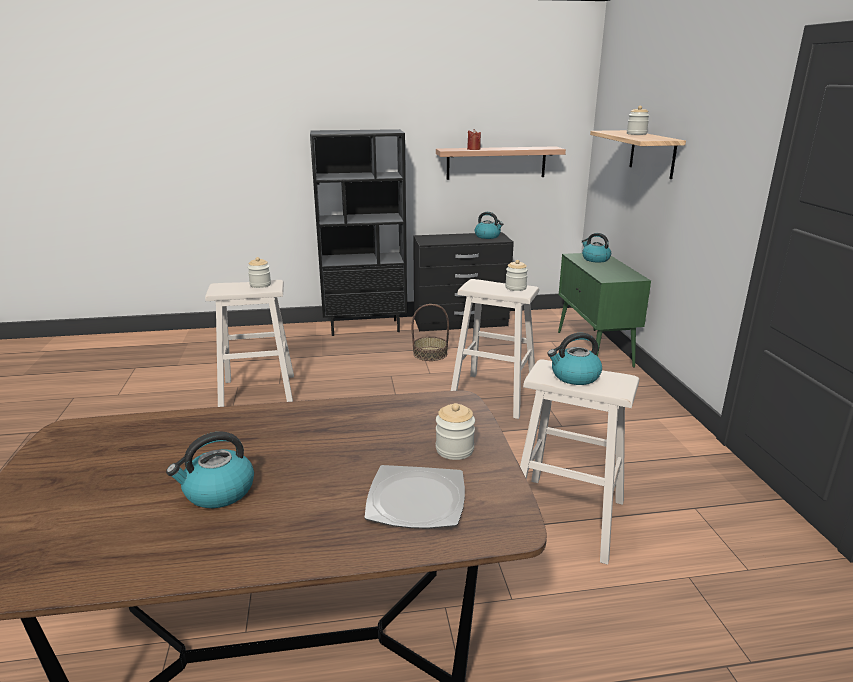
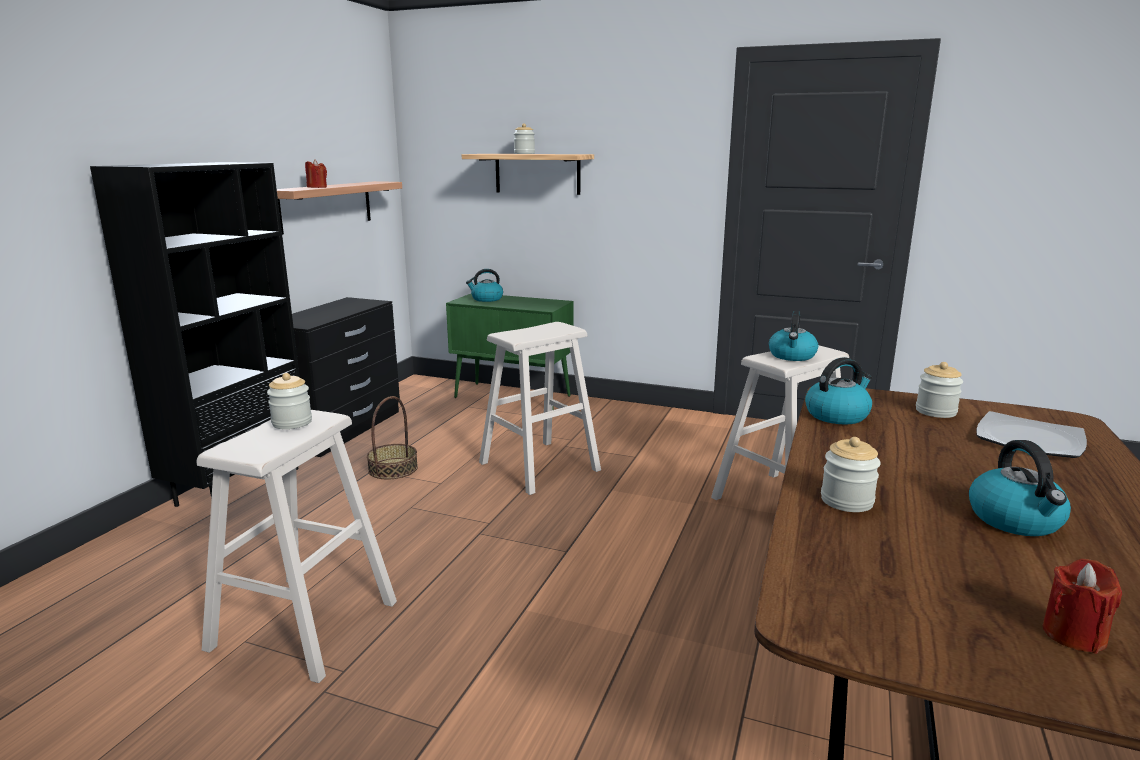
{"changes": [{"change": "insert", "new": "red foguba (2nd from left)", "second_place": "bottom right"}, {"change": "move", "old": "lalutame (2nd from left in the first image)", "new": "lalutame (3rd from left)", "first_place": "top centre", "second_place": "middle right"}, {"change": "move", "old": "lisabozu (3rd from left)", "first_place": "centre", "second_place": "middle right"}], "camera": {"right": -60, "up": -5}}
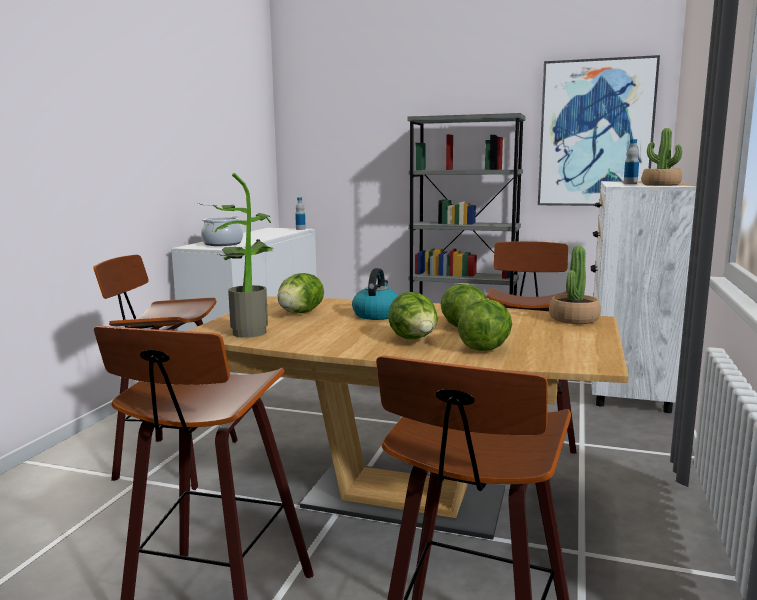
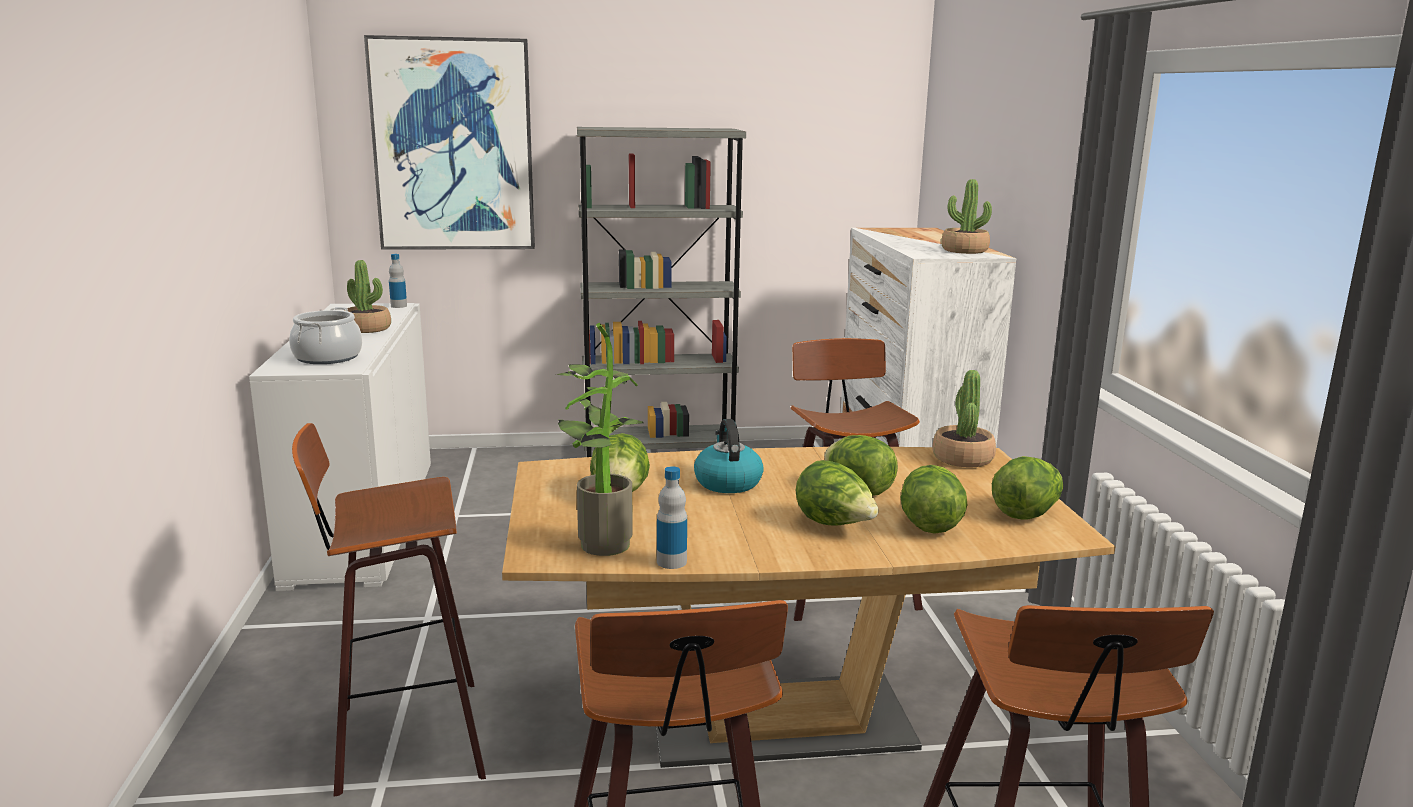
{"changes": [{"change": "insert", "new": "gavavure (1st from left)", "second_place": "middle left"}, {"change": "insert", "new": "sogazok (5th from left)", "second_place": "middle right"}, {"change": "move", "old": "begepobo", "first_place": "top right", "second_place": "top left"}, {"change": "move", "old": "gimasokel (2nd from left)", "first_place": "top right", "second_place": "centre"}], "camera": {"right": -25, "up": 5}}
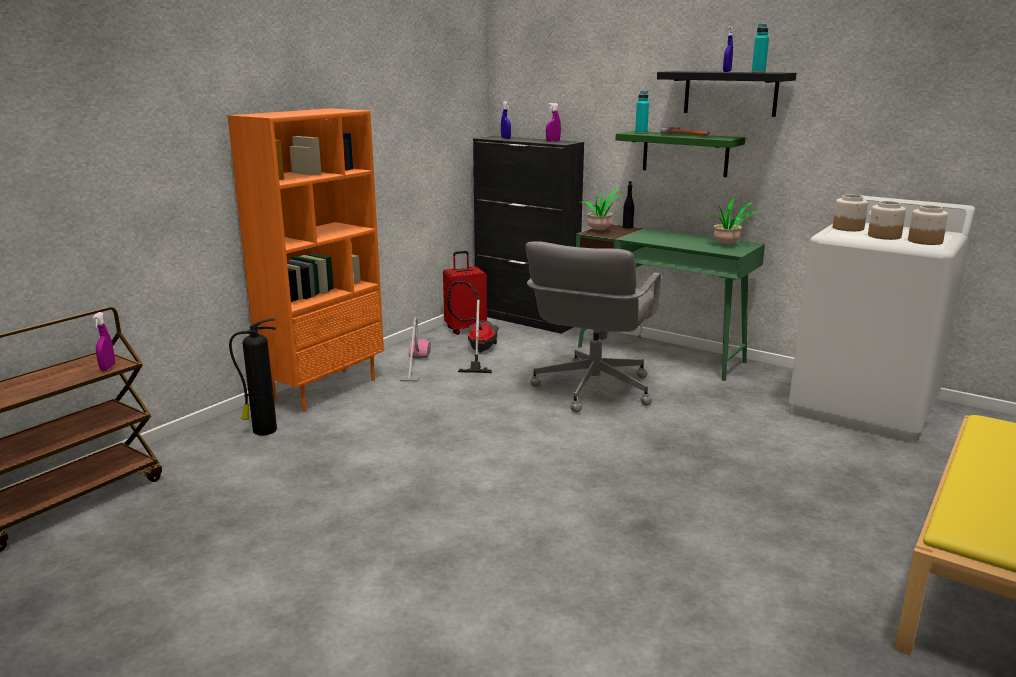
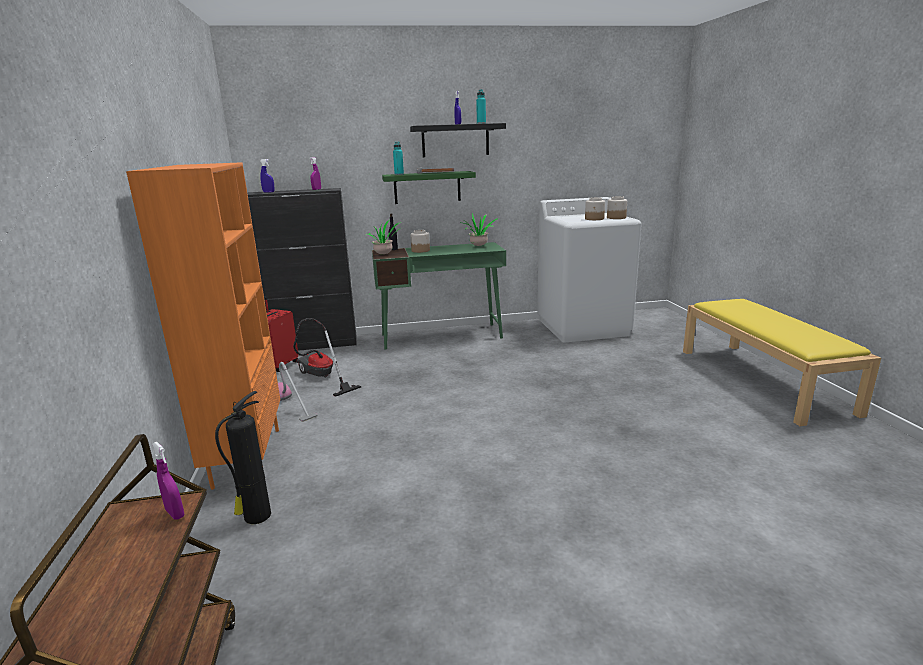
{"changes": [{"change": "delete", "old": "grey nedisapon", "first_place": "centre"}, {"change": "move", "old": "lisabozu (1st from left)", "first_place": "top right", "second_place": "centre"}], "camera": {"right": -45, "up": 0}}
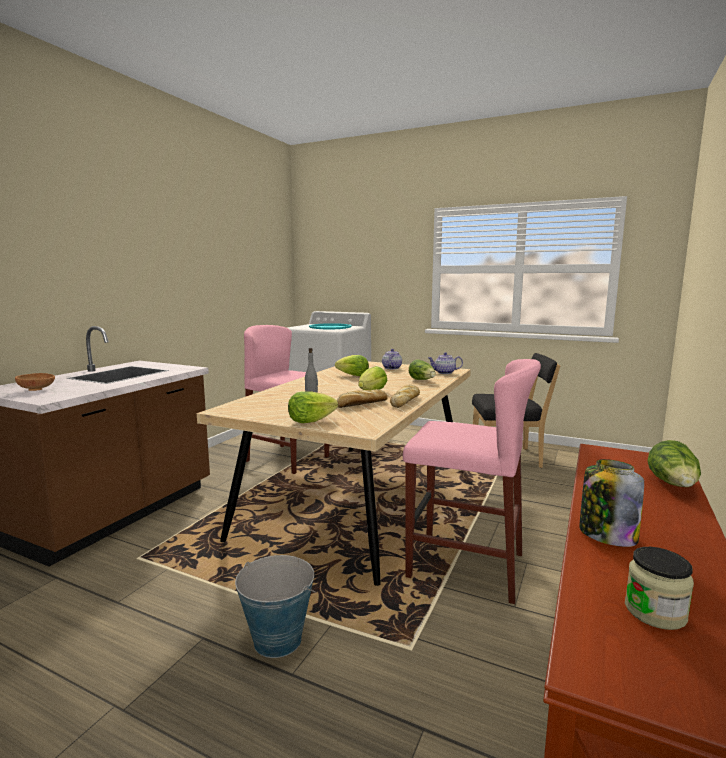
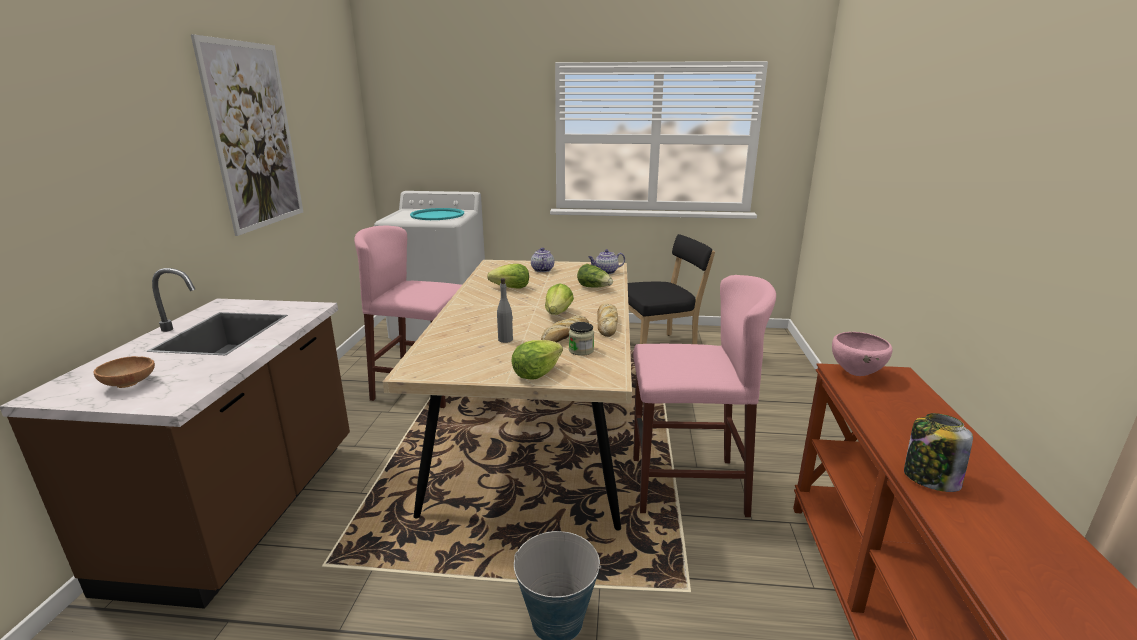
{"changes": [{"change": "delete", "old": "sogazok (5th from left)", "first_place": "middle right"}, {"change": "insert", "new": "begepobo", "second_place": "top left"}, {"change": "insert", "new": "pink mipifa", "second_place": "middle right"}, {"change": "move", "old": "lisabozu (2nd from left in the first image)", "new": "lisabozu (1st from left)", "first_place": "bottom right", "second_place": "centre"}], "camera": {"right": -20, "up": 10}}
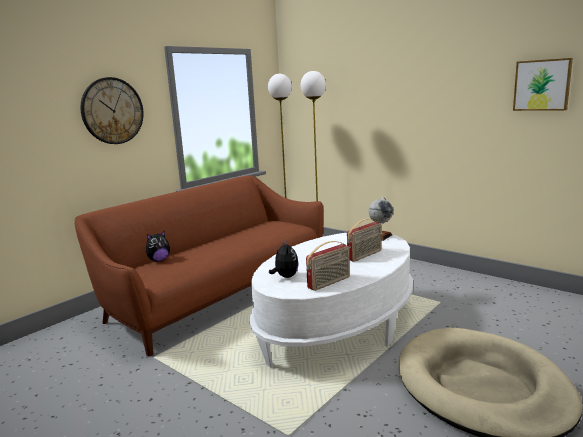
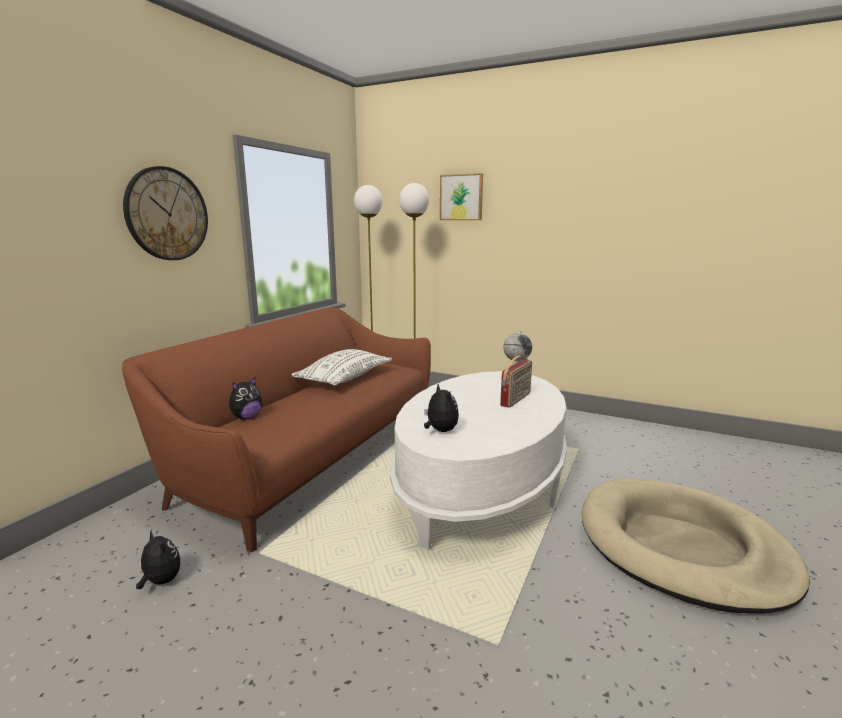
{"changes": [{"change": "delete", "old": "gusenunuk (1st from left)", "first_place": "centre"}, {"change": "insert", "new": "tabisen (1st from left)", "second_place": "bottom left"}, {"change": "insert", "new": "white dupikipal", "second_place": "centre"}, {"change": "move", "old": "begepobo", "first_place": "top right", "second_place": "top centre"}], "camera": {"right": -15, "up": 0}}
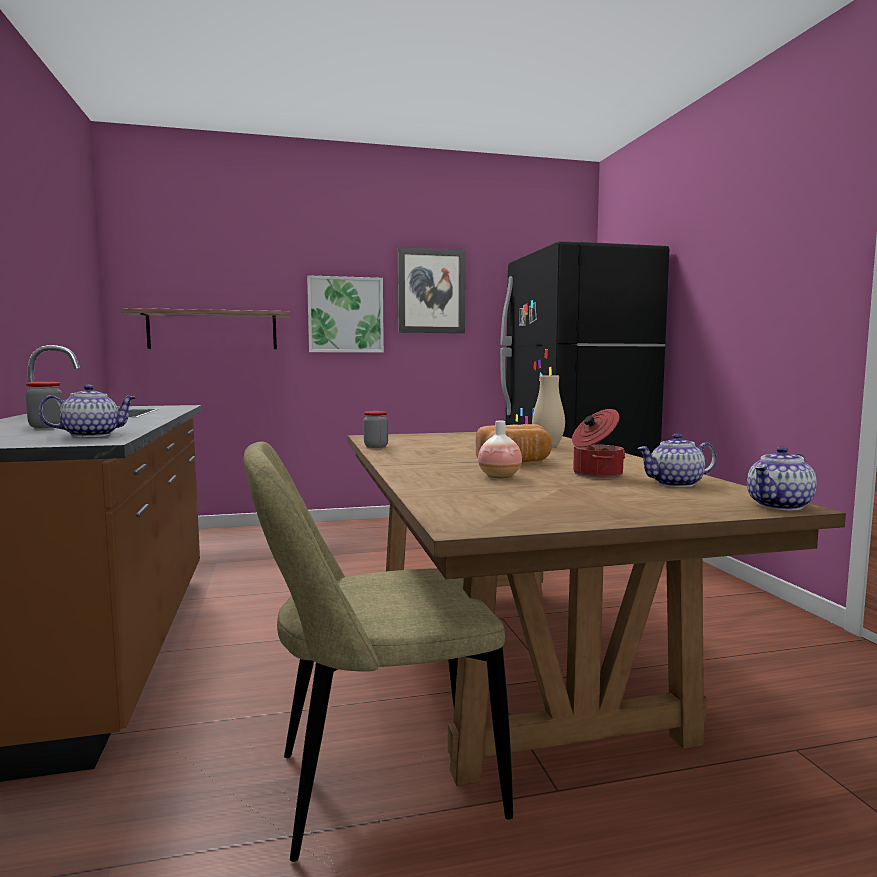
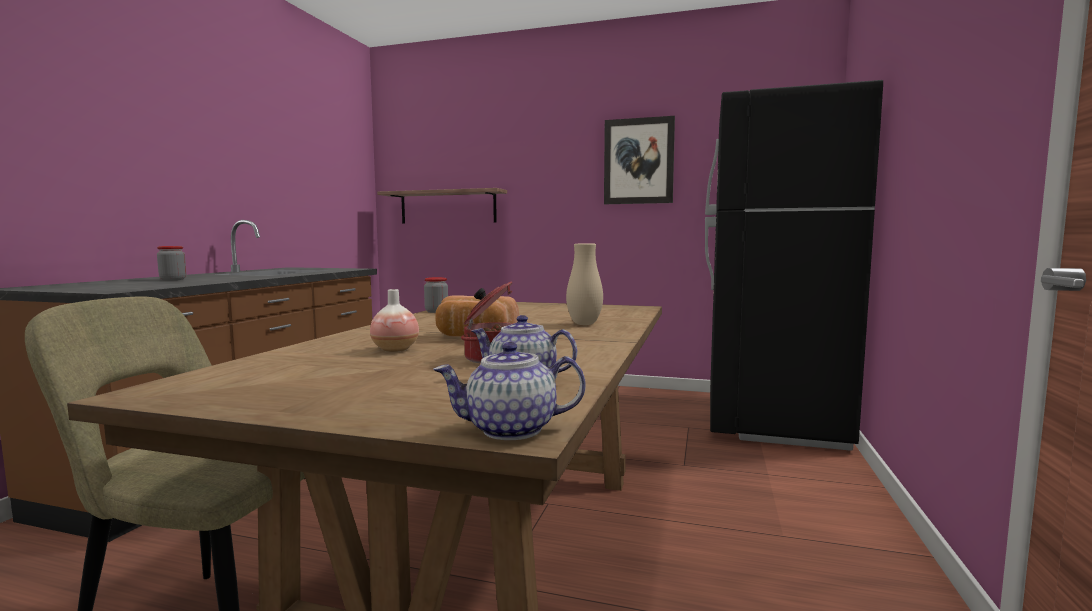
{"changes": [{"change": "delete", "old": "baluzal (1st from left)", "first_place": "middle left"}, {"change": "delete", "old": "begepobo (1st from left)", "first_place": "centre"}], "camera": {"right": 30, "up": 0}}
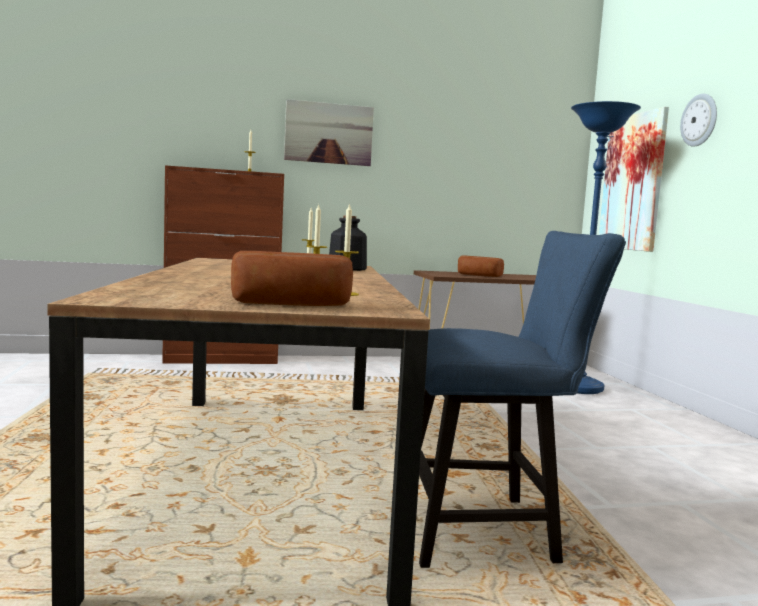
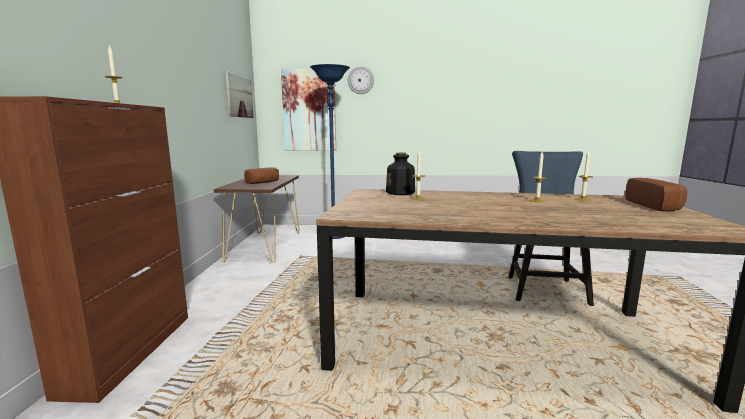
{"changes": [{"change": "move", "old": "begepobo (1st from left)", "first_place": "top centre", "second_place": "top left"}], "camera": {"right": -75, "up": 5}}
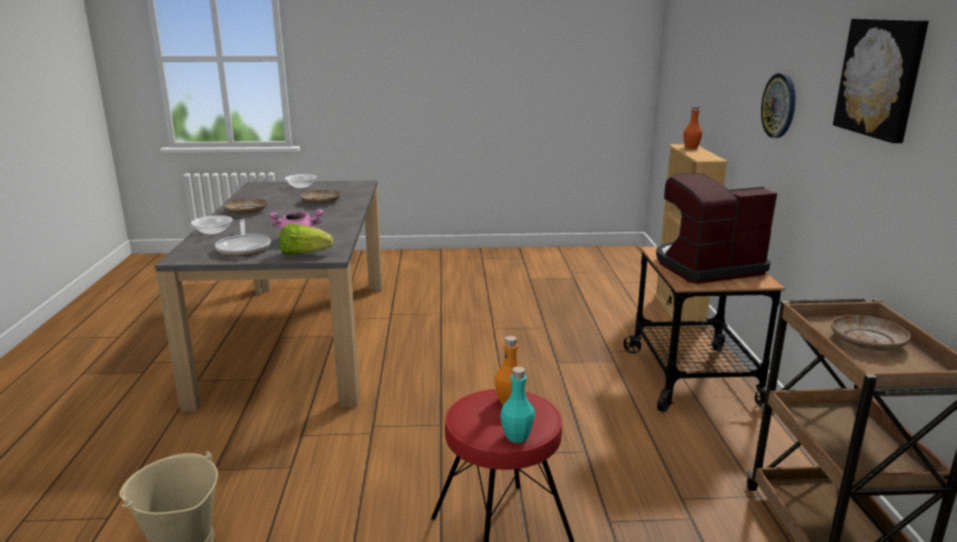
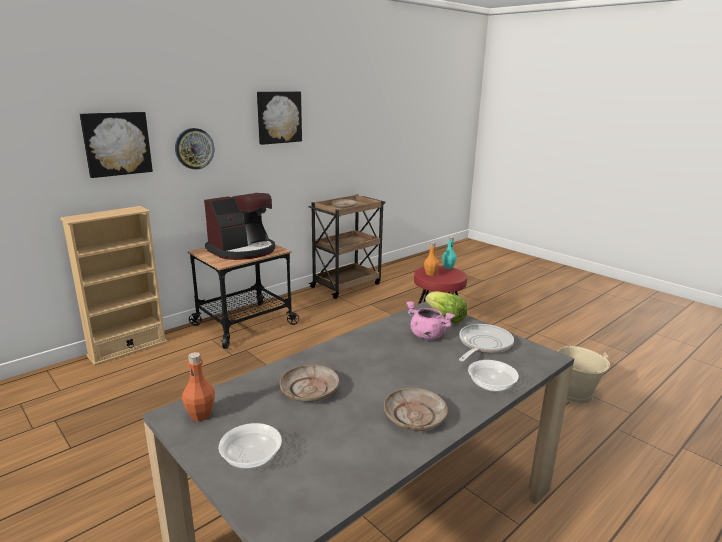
{"changes": [{"change": "insert", "new": "begepobo (1st from left)", "second_place": "top left"}, {"change": "move", "old": "orange gimasokel (2nd from left in the first image)", "new": "orange gimasokel (1st from left)", "first_place": "top right", "second_place": "bottom left"}, {"change": "rotate", "old": "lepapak", "first_place": "middle right", "second_place": "middle left", "degrees": -75}], "camera": {"right": -130, "up": 0}}
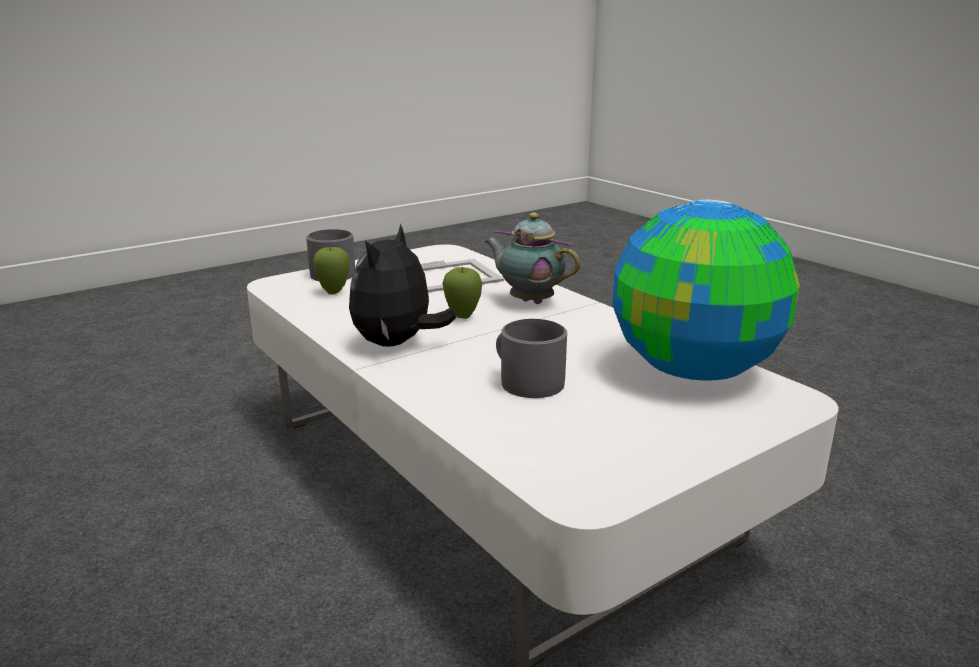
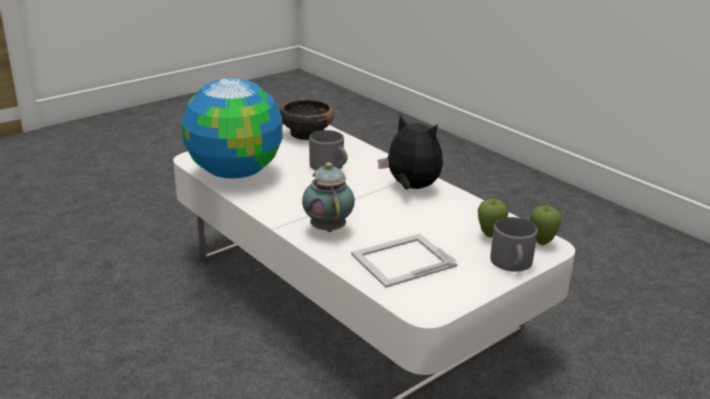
{"changes": [{"change": "insert", "new": "mipifa", "second_place": "top centre"}, {"change": "move", "old": "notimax (2nd from left)", "first_place": "centre", "second_place": "middle right"}, {"change": "rotate", "old": "tabisen", "first_place": "centre", "second_place": "centre", "degrees": -75}, {"change": "rotate", "old": "baluzal", "first_place": "centre", "second_place": "centre", "degrees": -135}], "camera": {"right": 175, "up": 5}}
